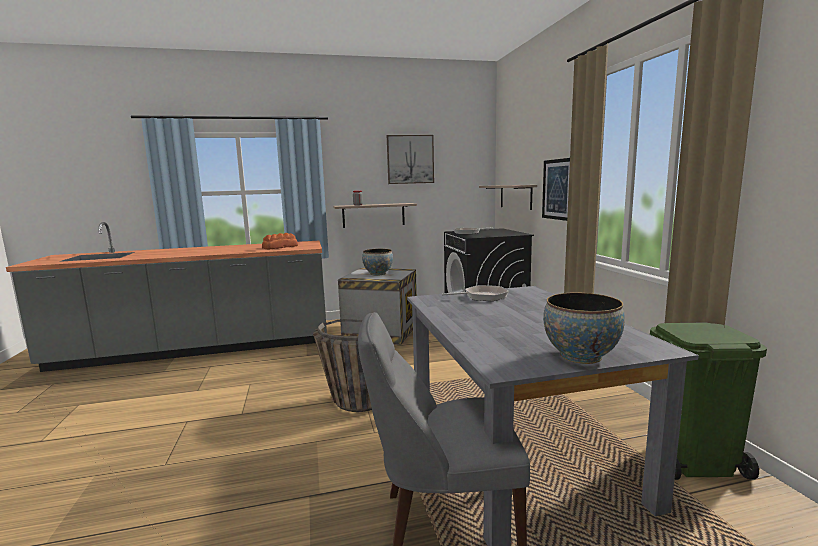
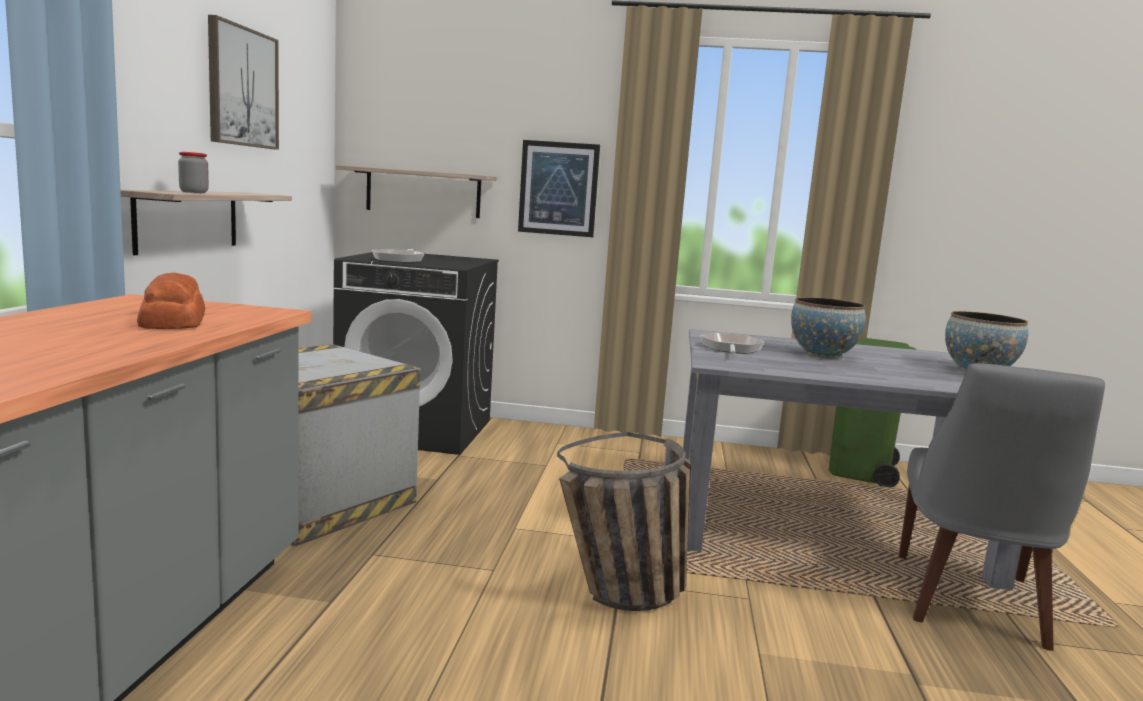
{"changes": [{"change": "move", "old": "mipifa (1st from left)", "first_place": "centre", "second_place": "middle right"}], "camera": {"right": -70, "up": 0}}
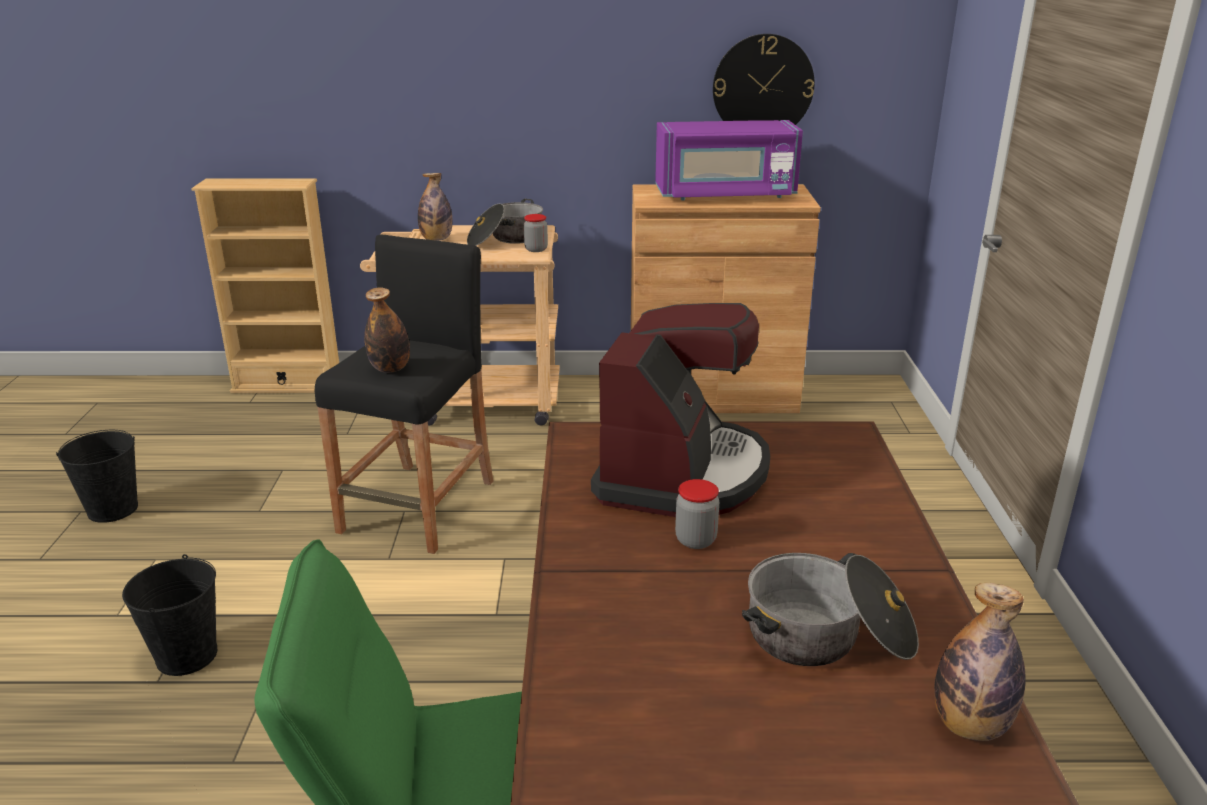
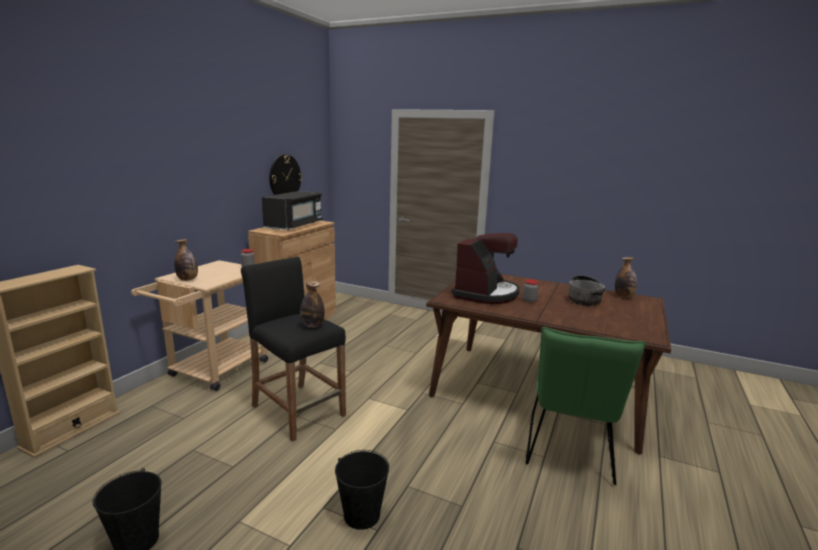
{"changes": [{"change": "delete", "old": "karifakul (1st from left)", "first_place": "top centre"}, {"change": "recolor", "old": "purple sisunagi", "new": "black sisunagi", "first_place": "top centre", "second_place": "centre"}, {"change": "rotate", "old": "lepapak", "first_place": "centre", "second_place": "centre", "degrees": 75}], "camera": {"right": -65, "up": -10}}
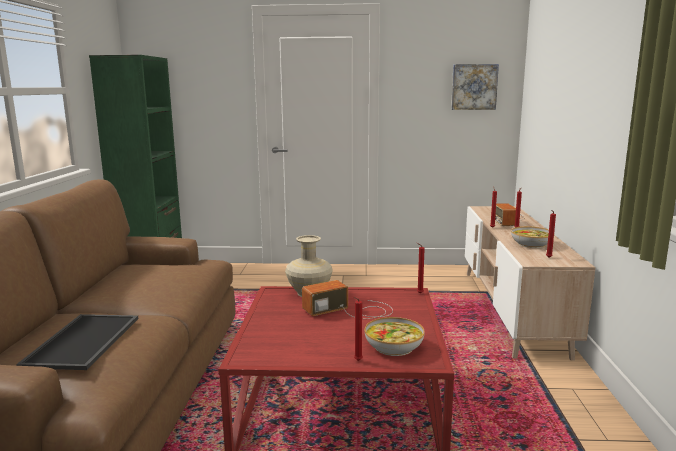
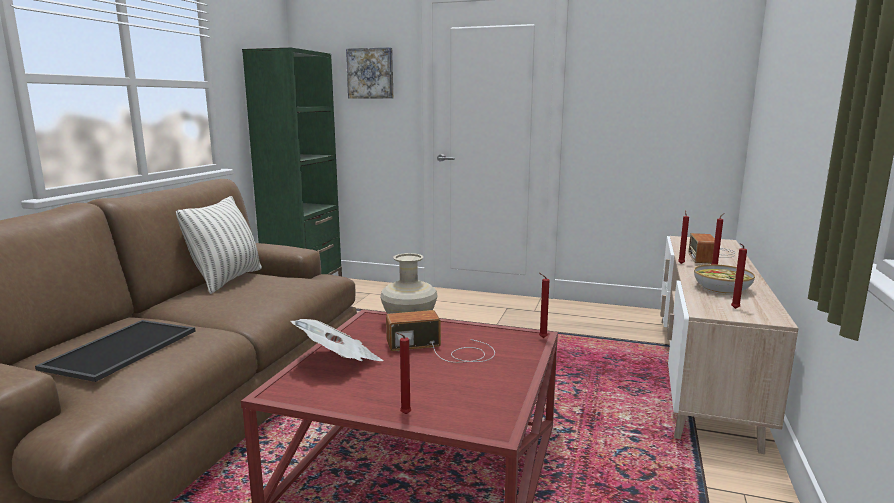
{"changes": [{"change": "delete", "old": "mipifa (1st from left)", "first_place": "bottom centre"}, {"change": "insert", "new": "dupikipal", "second_place": "middle left"}, {"change": "insert", "new": "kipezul", "second_place": "bottom centre"}, {"change": "move", "old": "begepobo", "first_place": "top right", "second_place": "top centre"}], "camera": {"right": 15, "up": 0}}
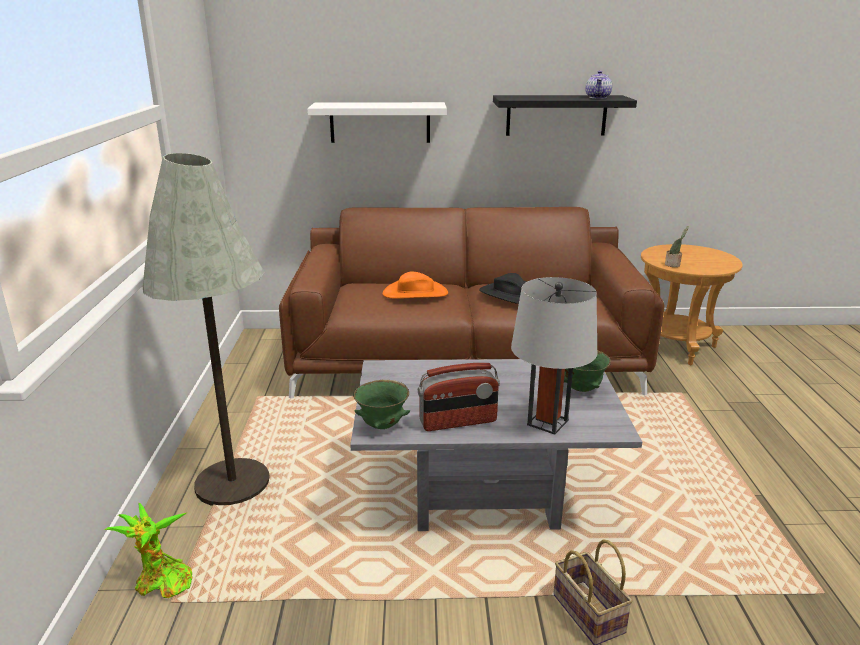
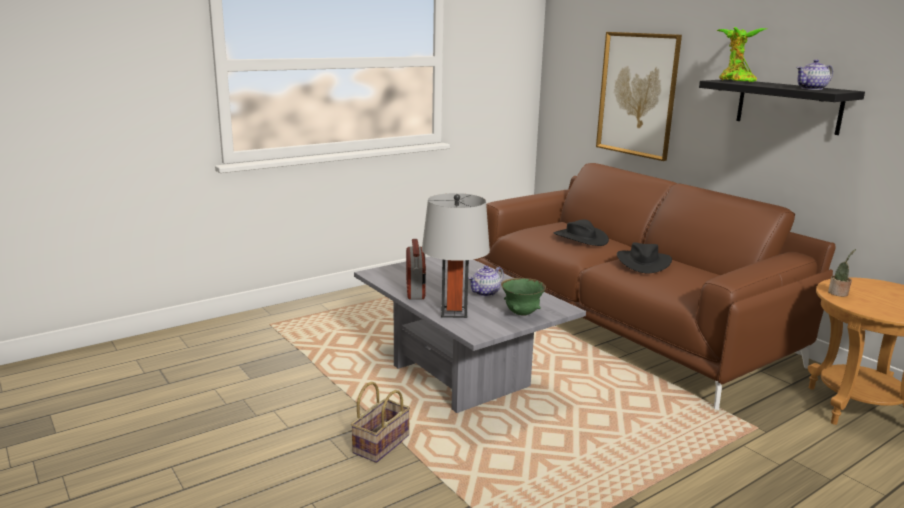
{"changes": [{"change": "delete", "old": "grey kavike", "first_place": "middle left"}, {"change": "delete", "old": "green mipifa (1st from left)", "first_place": "centre"}, {"change": "insert", "new": "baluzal (1st from left)", "second_place": "centre"}, {"change": "move", "old": "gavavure (1st from left)", "first_place": "bottom left", "second_place": "top right"}, {"change": "replace", "old": "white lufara", "new": "begepobo", "first_place": "top centre", "second_place": "top right"}, {"change": "recolor", "old": "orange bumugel", "new": "black bumugel (1st from left)", "first_place": "centre", "second_place": "centre"}, {"change": "rotate", "old": "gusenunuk", "first_place": "centre", "second_place": "centre", "degrees": -135}], "camera": {"right": 55, "up": -5}}
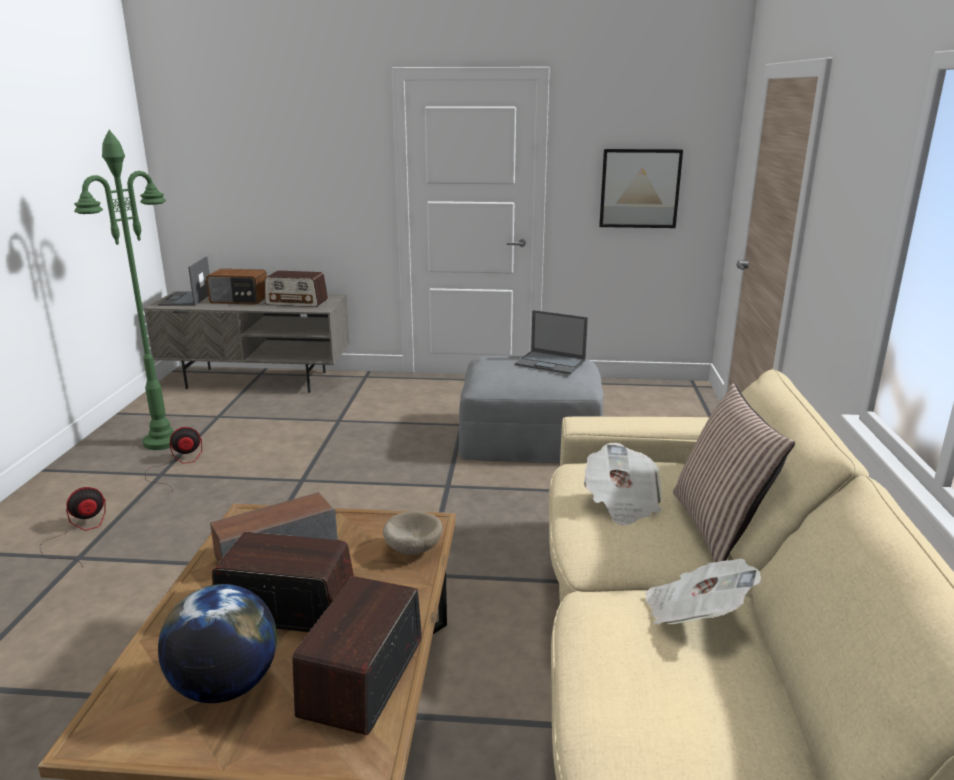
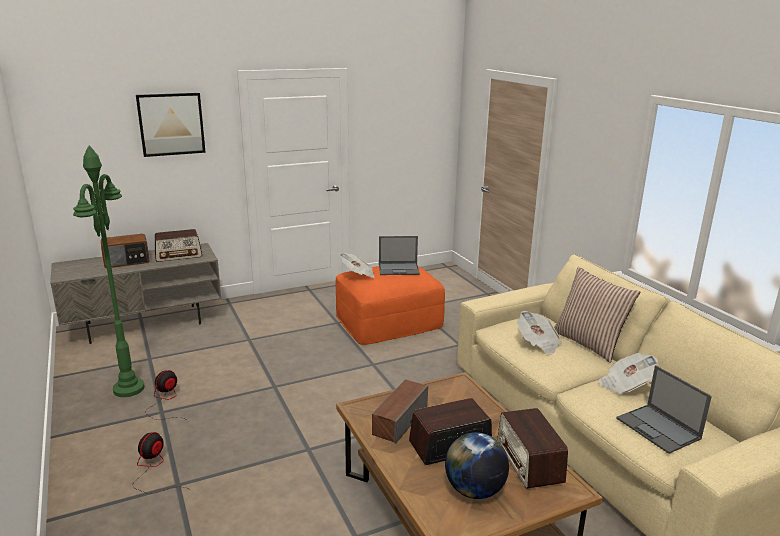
{"changes": [{"change": "delete", "old": "beige mipifa", "first_place": "bottom centre"}, {"change": "insert", "new": "kipezul (1st from left)", "second_place": "centre"}, {"change": "move", "old": "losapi (1st from left in the first image)", "new": "losapi (2nd from left)", "first_place": "middle left", "second_place": "bottom right"}, {"change": "move", "old": "begepobo", "first_place": "top right", "second_place": "top left"}, {"change": "recolor", "old": "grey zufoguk", "new": "orange zufoguk", "first_place": "centre", "second_place": "centre"}], "camera": {"right": -30, "up": 0}}
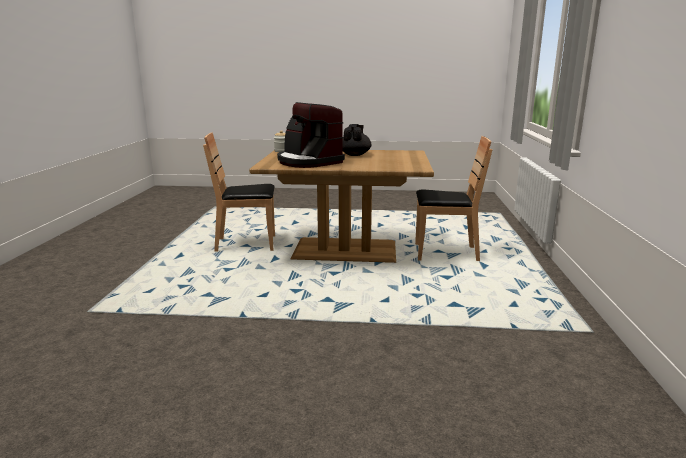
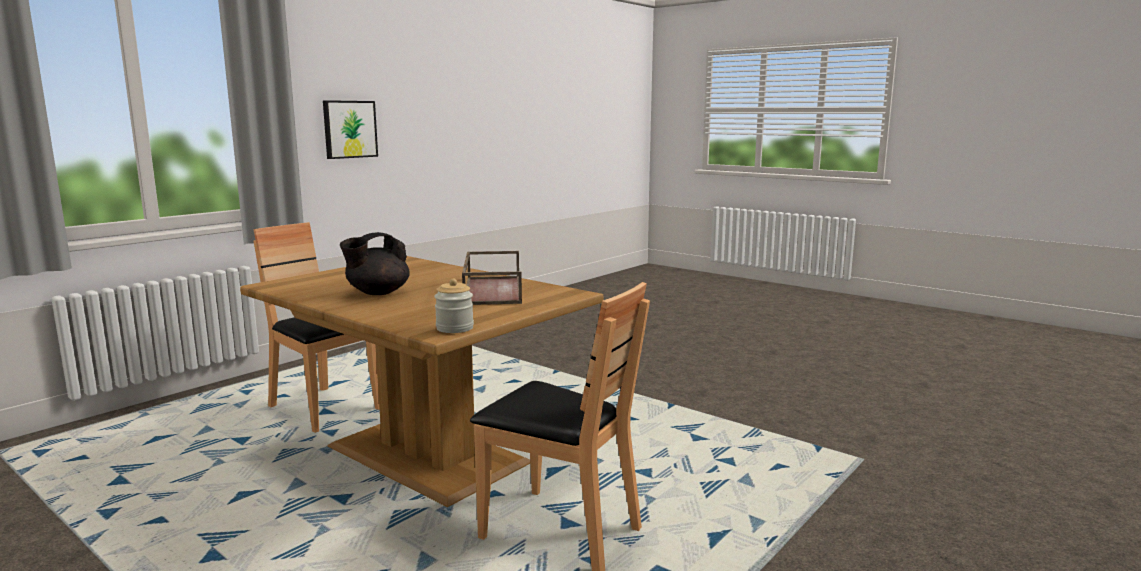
{"changes": [{"change": "insert", "new": "begepobo", "second_place": "top left"}, {"change": "replace", "old": "lepapak", "new": "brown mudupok", "first_place": "top centre", "second_place": "centre"}], "camera": {"right": -145, "up": -5}}
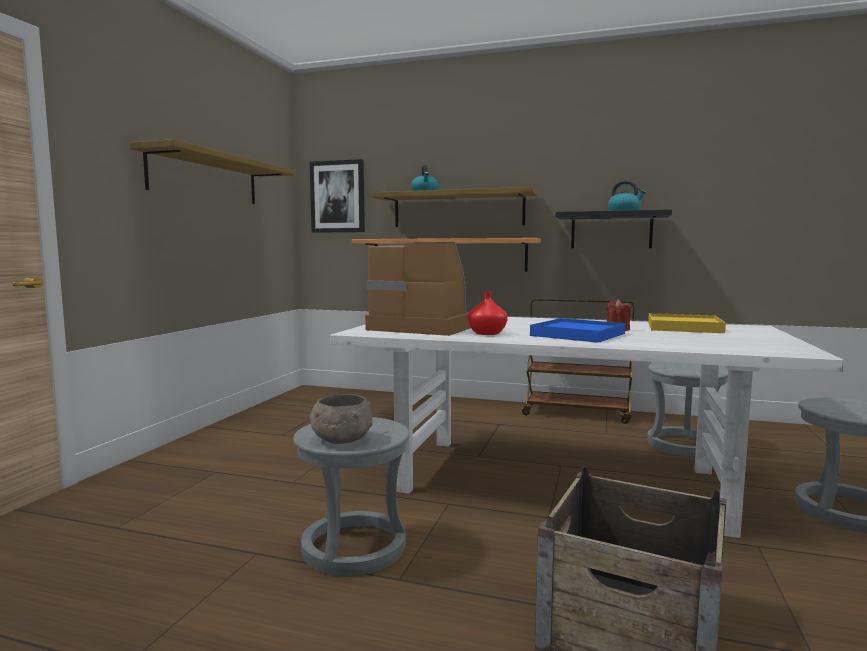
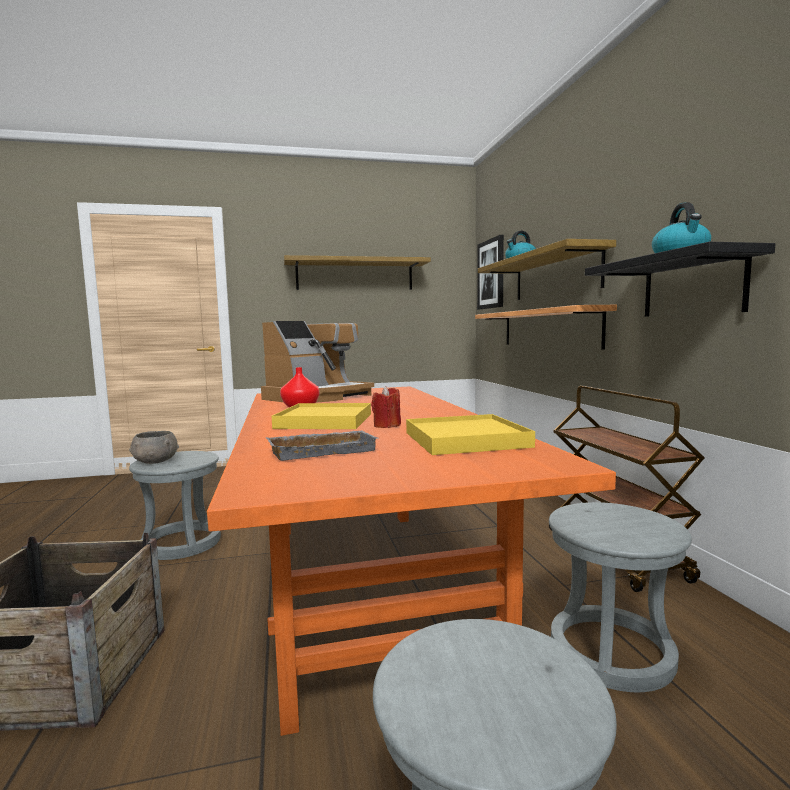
{"changes": [{"change": "insert", "new": "grey mudupok", "second_place": "centre"}, {"change": "recolor", "old": "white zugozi", "new": "orange zugozi", "first_place": "middle right", "second_place": "bottom centre"}, {"change": "recolor", "old": "blue mudupok", "new": "yellow mudupok (1st from left)", "first_place": "centre", "second_place": "centre"}, {"change": "rotate", "old": "lepapak", "first_place": "centre", "second_place": "centre", "degrees": 45}], "camera": {"right": 60, "up": 0}}
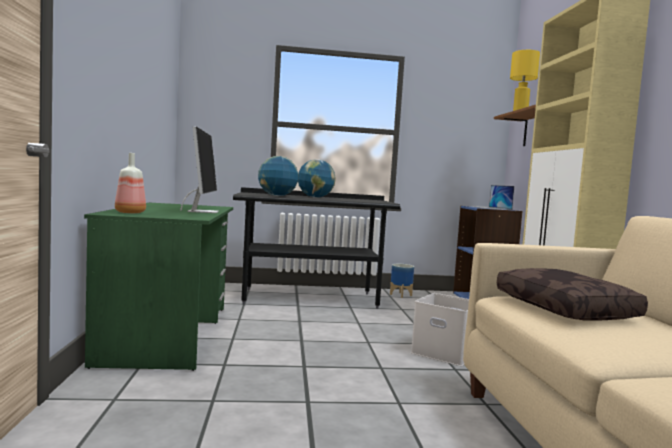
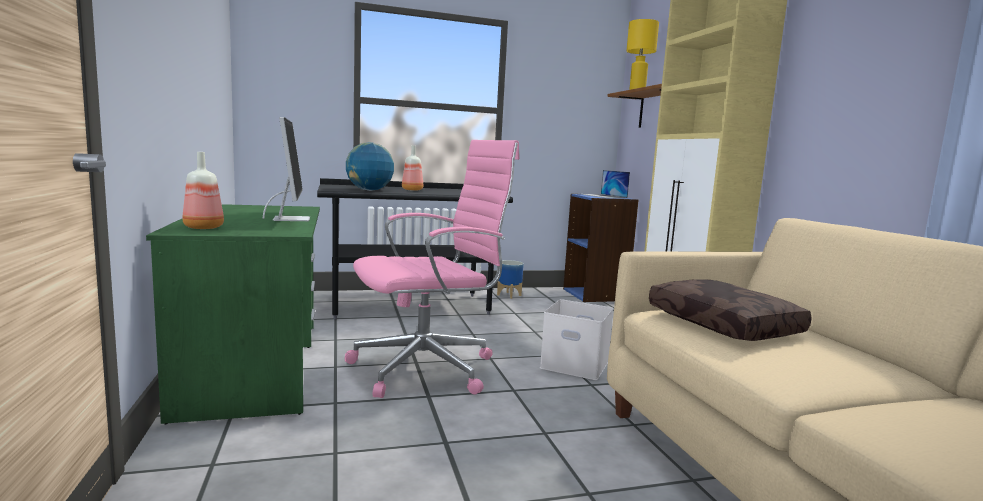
{"changes": [{"change": "insert", "new": "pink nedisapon", "second_place": "centre"}, {"change": "replace", "old": "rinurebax (2nd from left)", "new": "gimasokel (2nd from left)", "first_place": "centre", "second_place": "centre"}], "camera": {"right": -10, "up": 5}}
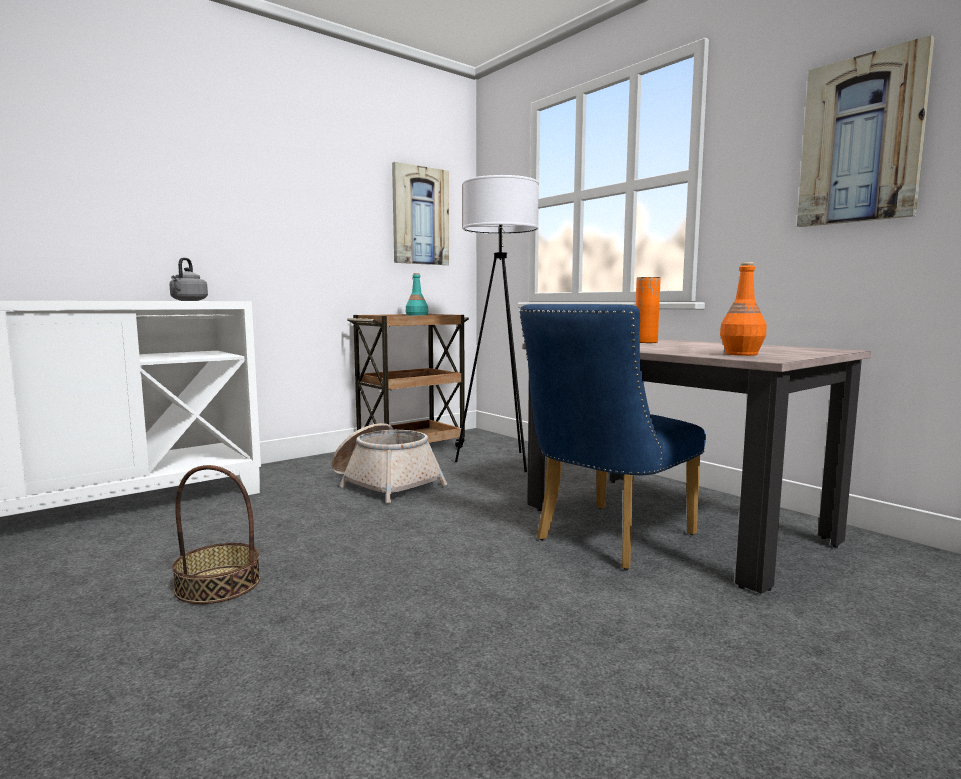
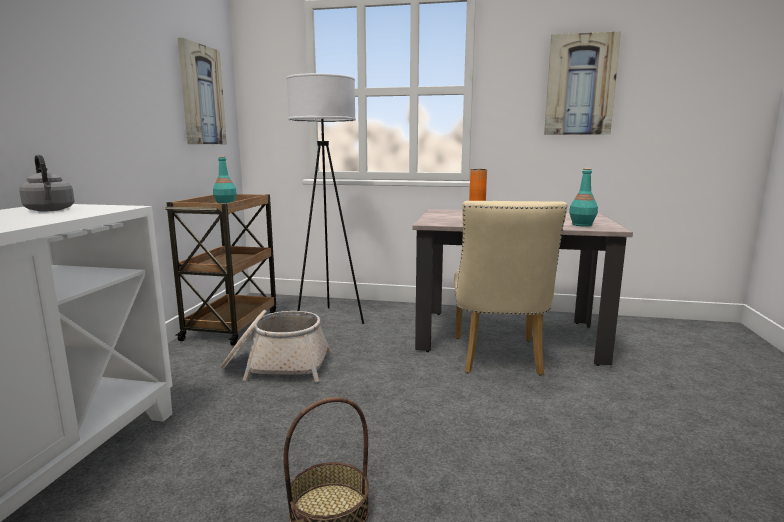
{"changes": [{"change": "recolor", "old": "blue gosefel", "new": "beige gosefel", "first_place": "centre", "second_place": "centre"}, {"change": "recolor", "old": "orange gimasokel", "new": "turquoise gimasokel (2nd from left)", "first_place": "middle right", "second_place": "middle right"}], "camera": {"right": -40, "up": 5}}
